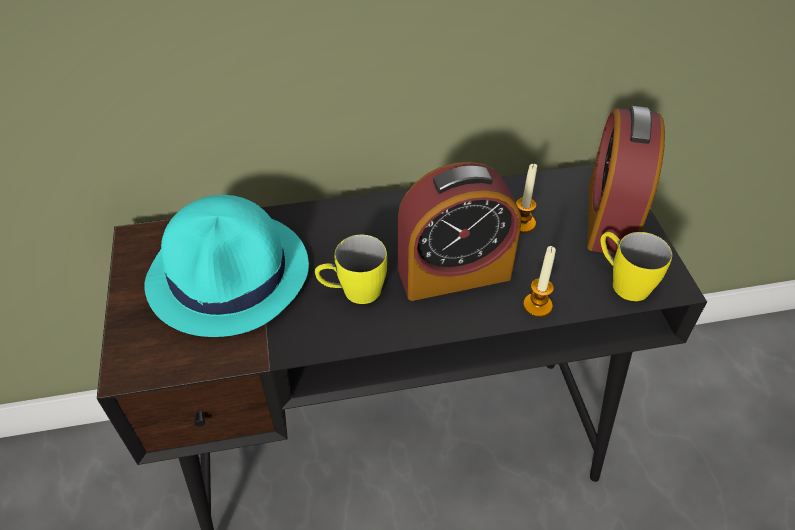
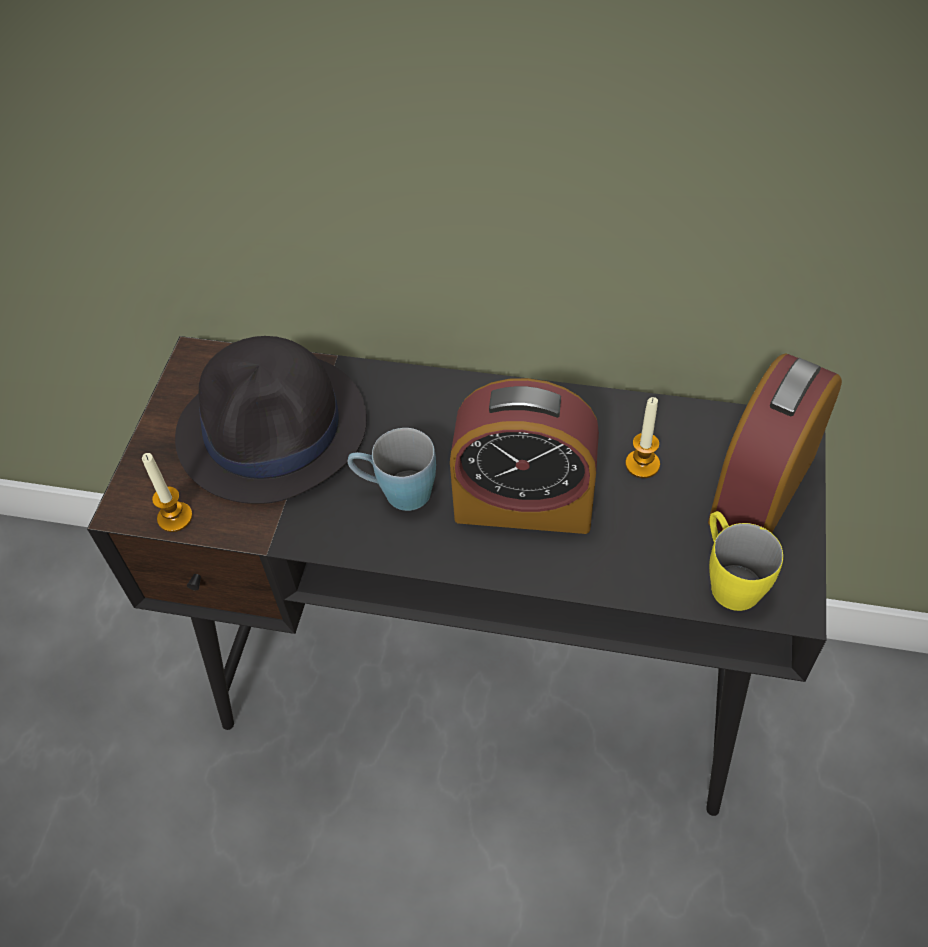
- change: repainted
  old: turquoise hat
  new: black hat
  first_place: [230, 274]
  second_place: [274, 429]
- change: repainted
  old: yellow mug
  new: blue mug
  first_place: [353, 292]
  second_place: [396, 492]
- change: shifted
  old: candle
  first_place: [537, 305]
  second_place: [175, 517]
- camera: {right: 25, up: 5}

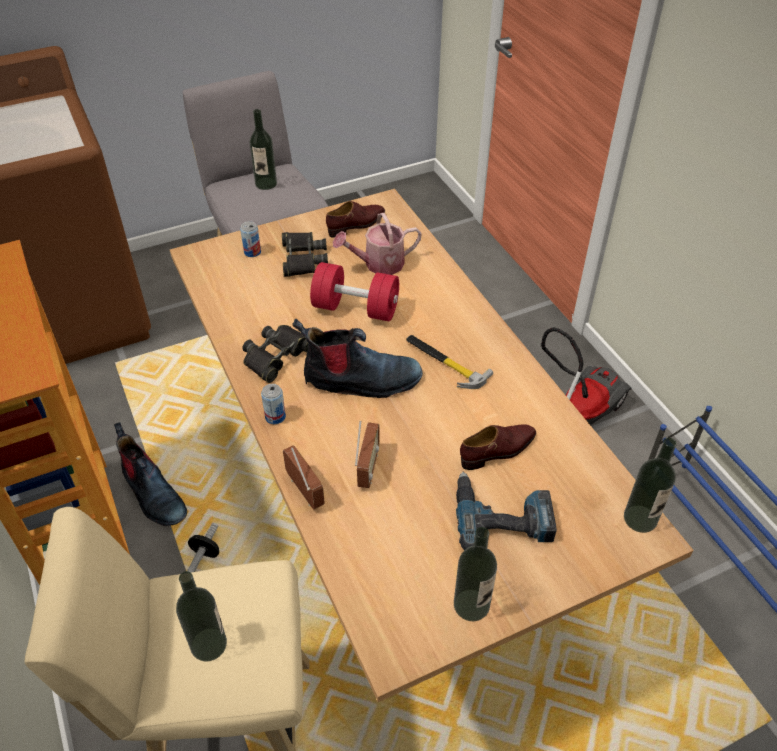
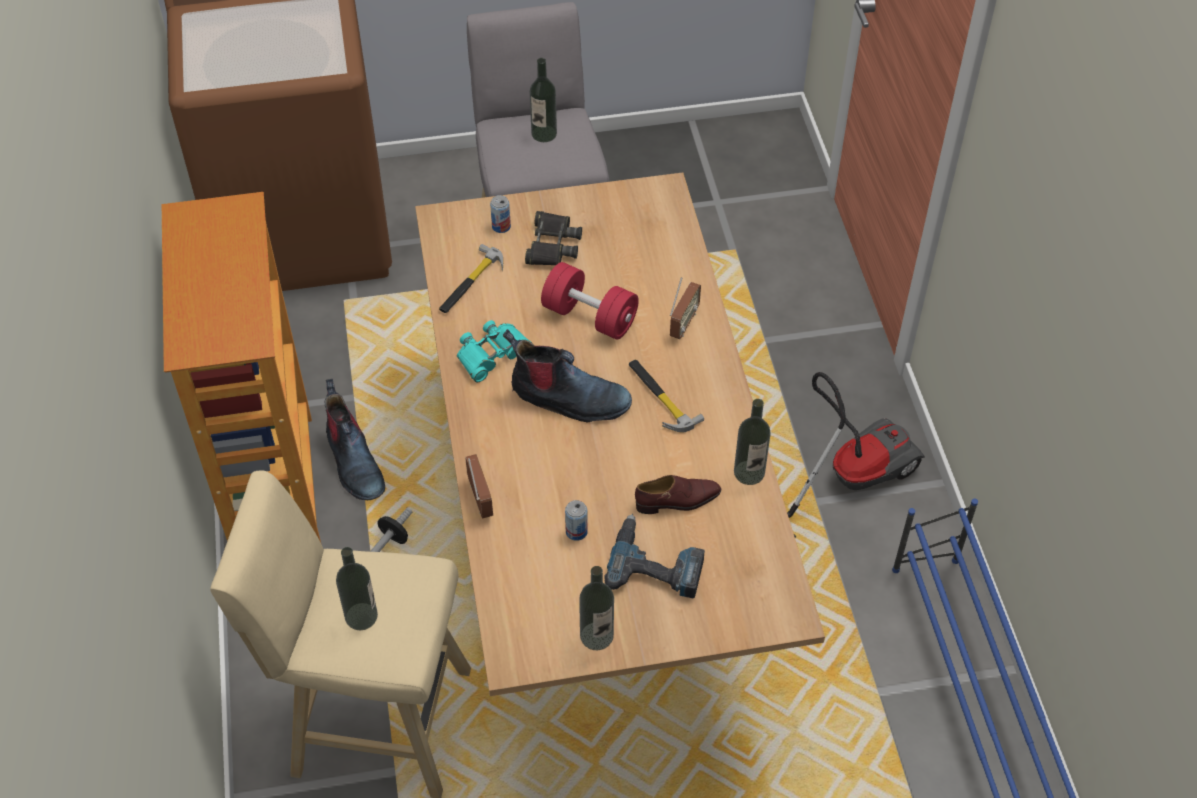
- change: gone
  old: brown shoe
  first_place: [356, 225]
- change: gone
  old: watering can
  first_place: [378, 264]
- change: repainted
  old: black binoculars
  new: turquoise binoculars
  first_place: [277, 356]
  second_place: [493, 354]
- change: shifted
  old: can
  first_place: [275, 417]
  second_place: [576, 531]
- change: shifted
  old: radio
  first_place: [368, 468]
  second_place: [683, 323]
- change: shifted
  old: bottle
  first_place: [640, 518]
  second_place: [749, 472]
- change: new
  new: hammer
  second_place: [471, 283]
- camera: {right: 15, up: 5}

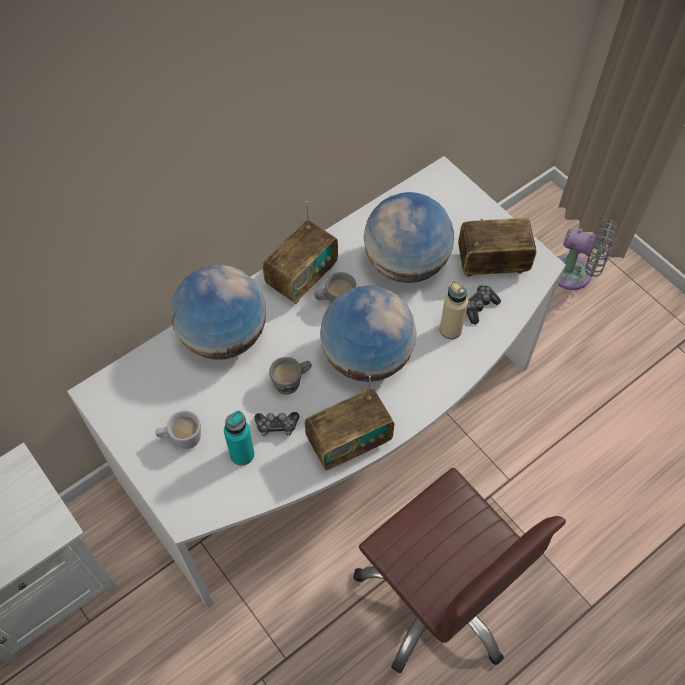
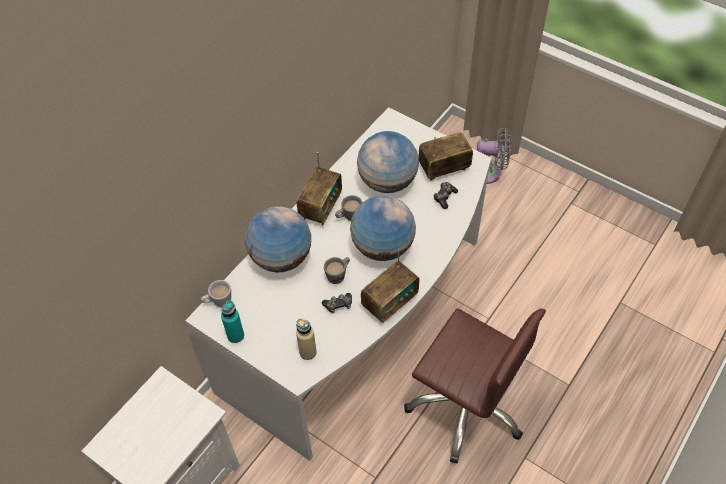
- change: shifted
  old: beige bottle
  first_place: [450, 330]
  second_place: [308, 352]
- change: shifted
  old: white mug
  first_place: [181, 439]
  second_place: [218, 302]
- change: shifted
  old: turquoise bottle
  first_place: [242, 454]
  second_place: [235, 335]
- camera: {right: -15, up: -5}

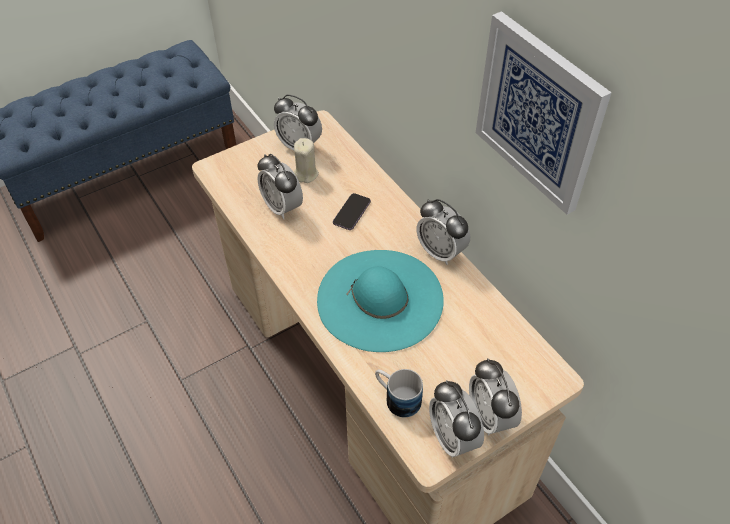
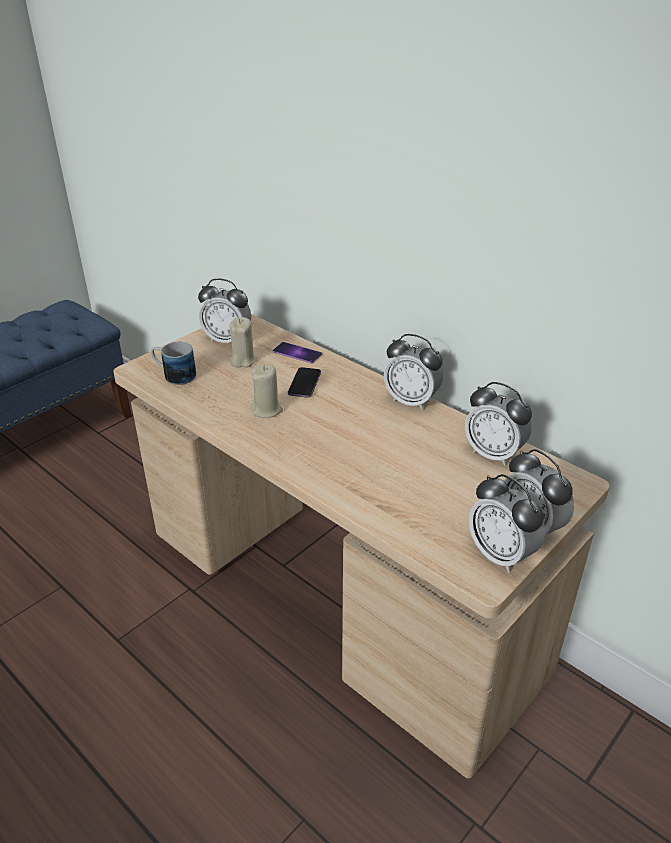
- change: gone
  old: picture
  first_place: [539, 113]
- change: shifted
  old: alarm clock
  first_place: [282, 207]
  second_place: [493, 454]
- change: gone
  old: turquoise hat
  first_place: [380, 299]
- change: shifted
  old: mug
  first_place: [396, 398]
  second_place: [174, 375]
- change: new
  new: phone
  second_place: [297, 353]
- change: new
  new: beige candle
  second_place: [267, 410]
- camera: {right: -15, up: -15}

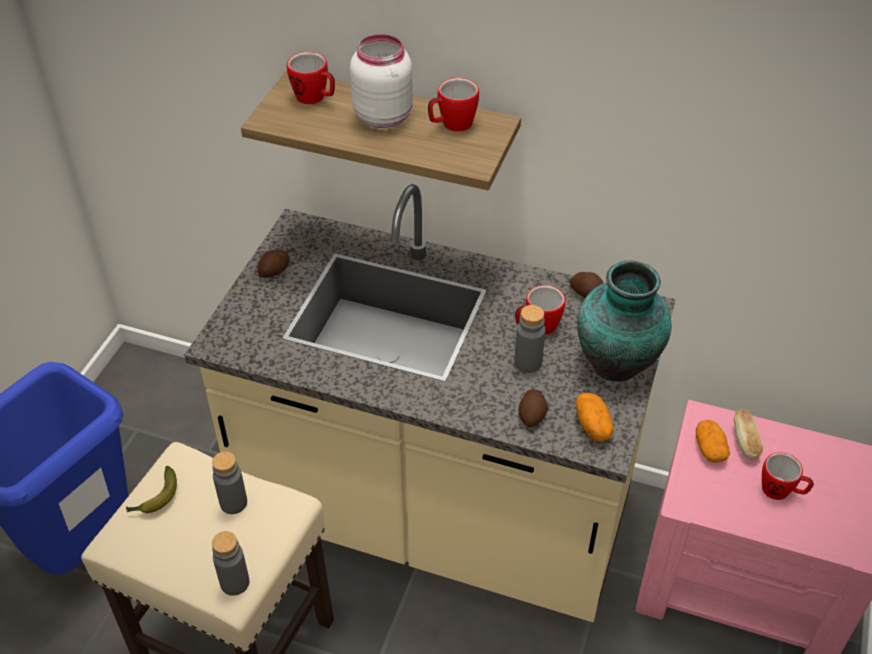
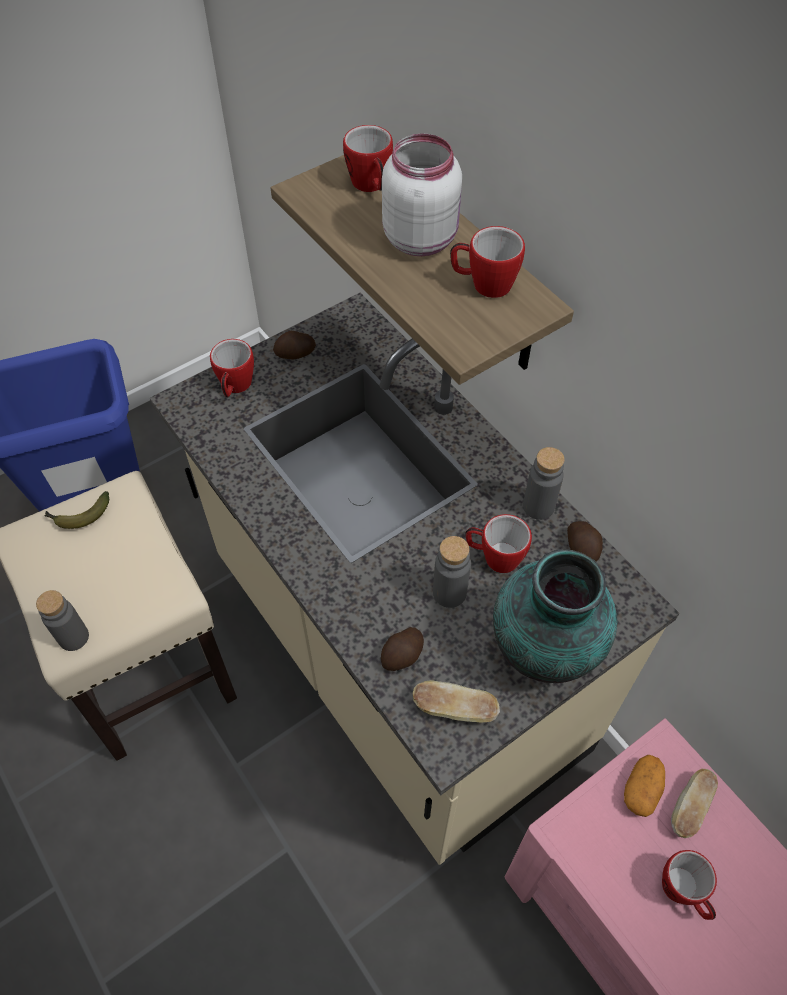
- change: swapped
  old: potato
  new: bread
  first_place: [593, 426]
  second_place: [454, 709]
- change: shifted
  old: grey bottle
  first_place: [233, 503]
  second_place: [538, 506]
- change: new
  new: mug
  second_place: [235, 387]
- camera: {right: 35, up: 10}

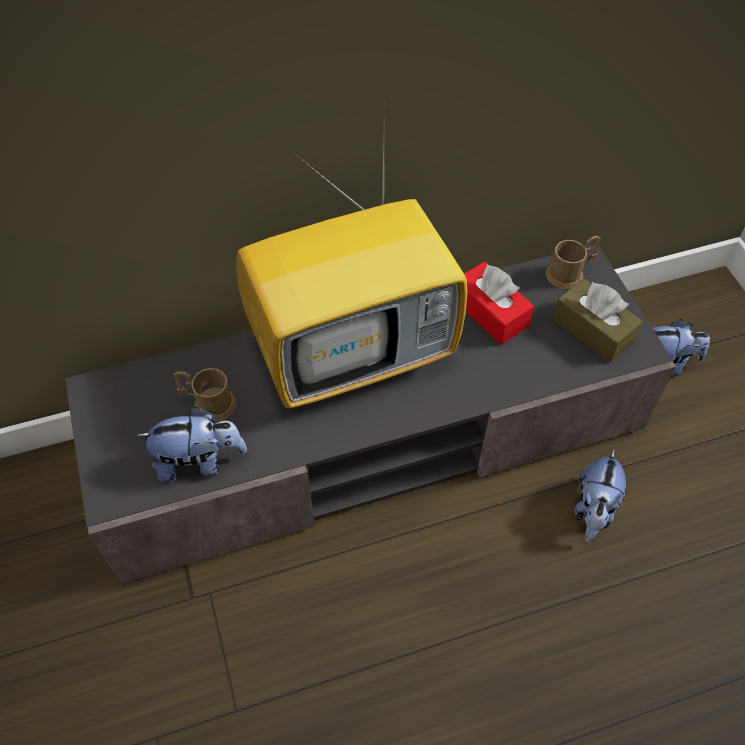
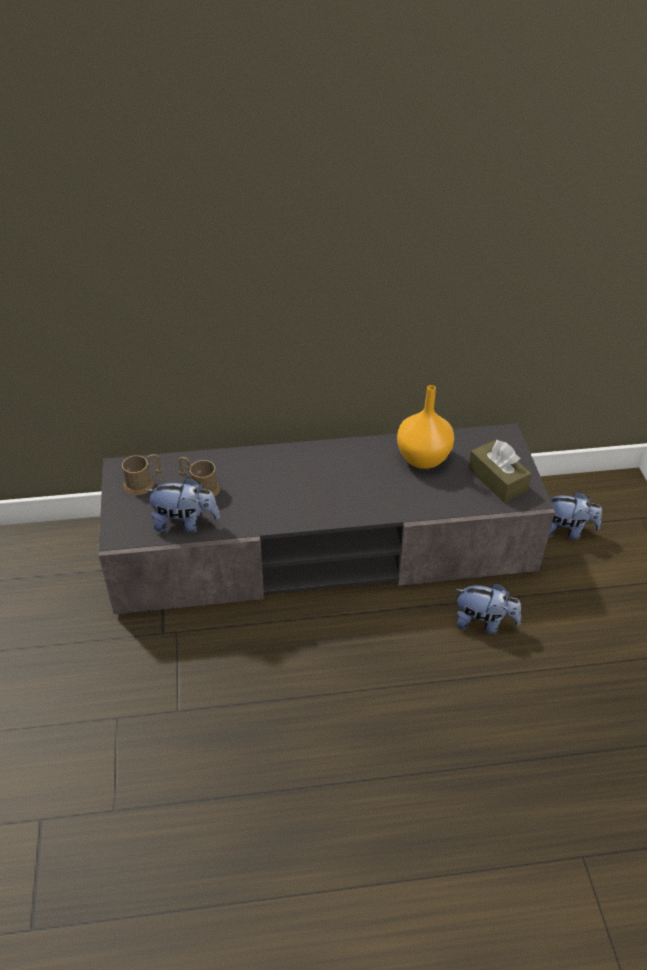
- change: gone
  old: television
  first_place: [355, 352]
- change: shifted
  old: brown mug
  first_place: [569, 273]
  second_place: [143, 483]
- change: swapped
  old: red tissue box
  new: orange vase
  first_place: [490, 312]
  second_place: [421, 458]
- change: rotated
  old: plush toy
  first_place: [593, 510]
  second_place: [483, 622]
  degrees: -105
- camera: {right: 10, up: -10}

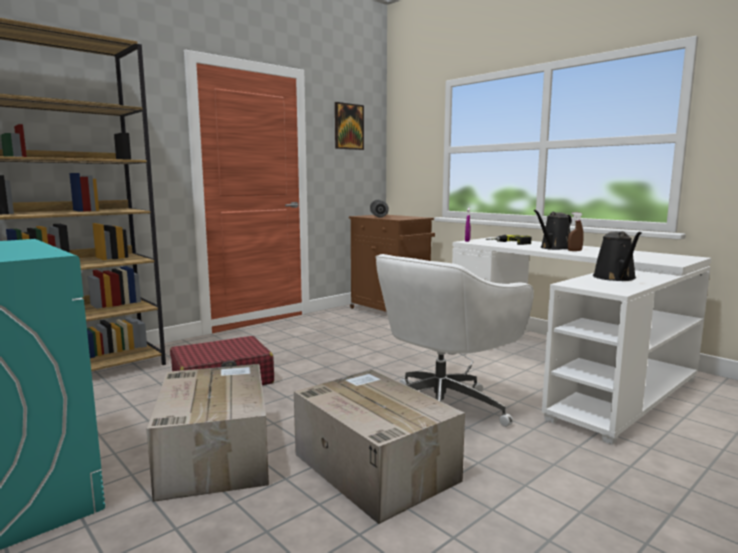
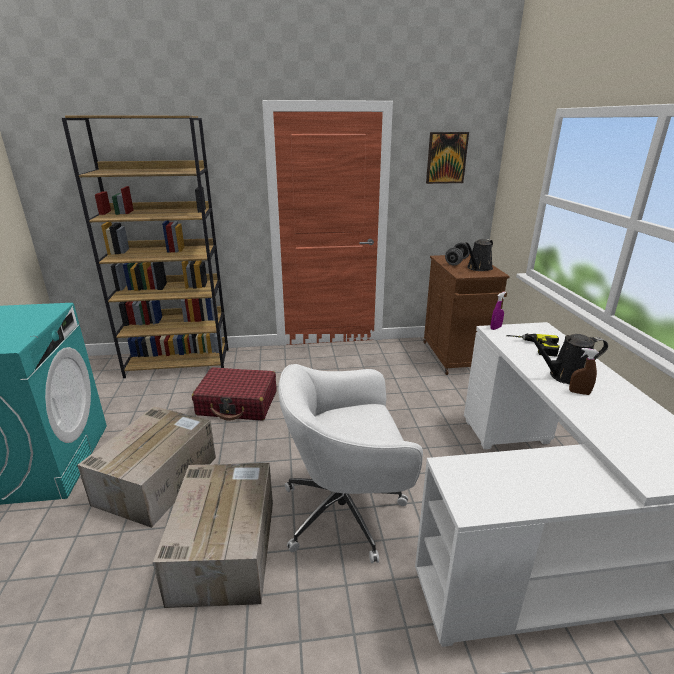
- change: shifted
  old: black watering can
  first_place: [615, 278]
  second_place: [478, 268]
- camera: {right: 35, up: 15}

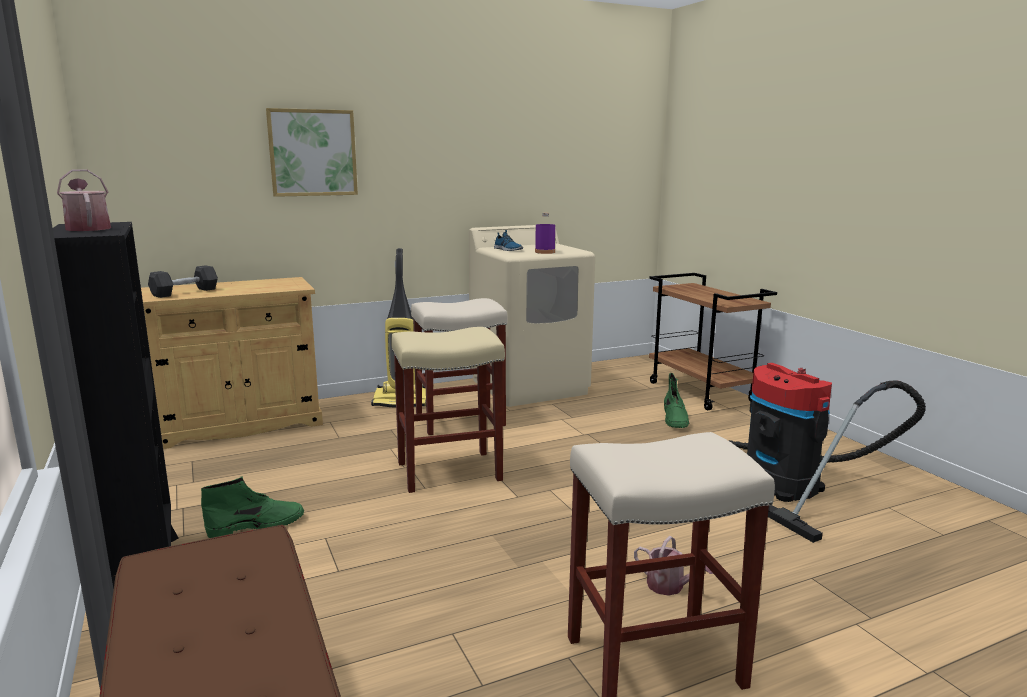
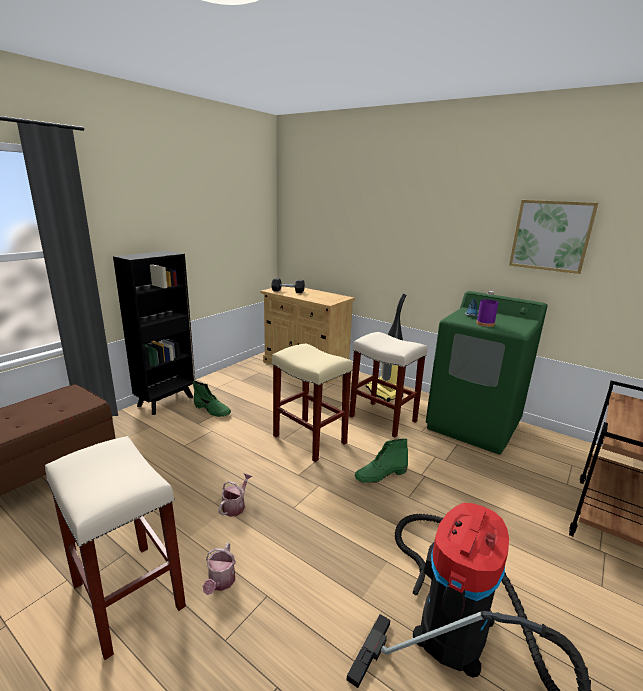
- change: shifted
  old: picture
  first_place: [312, 153]
  second_place: [551, 236]
- change: shifted
  old: watering can
  first_place: [87, 228]
  second_place: [235, 506]
- change: repainted
  old: beige washing machine
  new: green washing machine
  first_place: [529, 386]
  second_place: [473, 425]
- change: shifted
  old: green boot
  first_place: [675, 419]
  second_place: [380, 475]
- camera: {right: 60, up: 5}

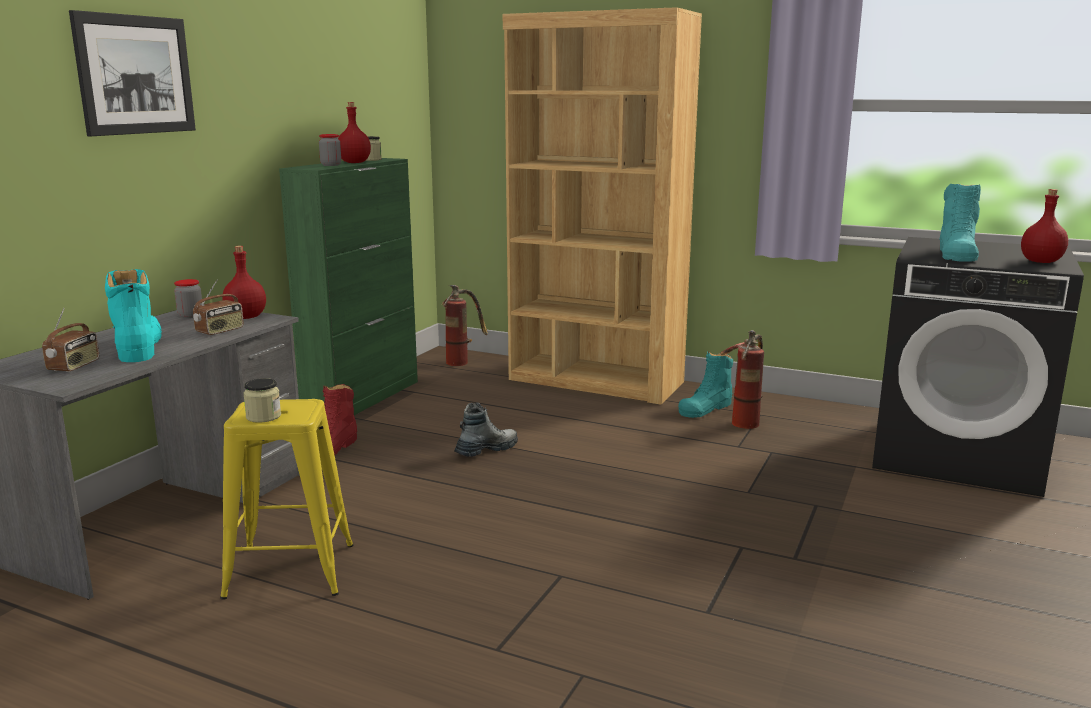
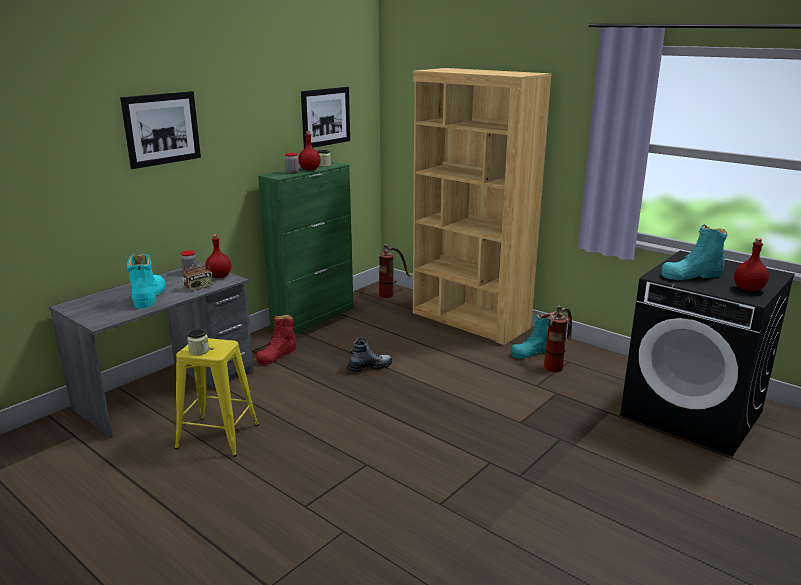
- change: rotated
  old: turquoise boot
  first_place: [956, 255]
  second_place: [691, 275]
  degrees: 45
- change: gone
  old: radio
  first_place: [74, 366]
- change: new
  new: picture
  second_place: [326, 117]
- camera: {right: 15, up: 5}

